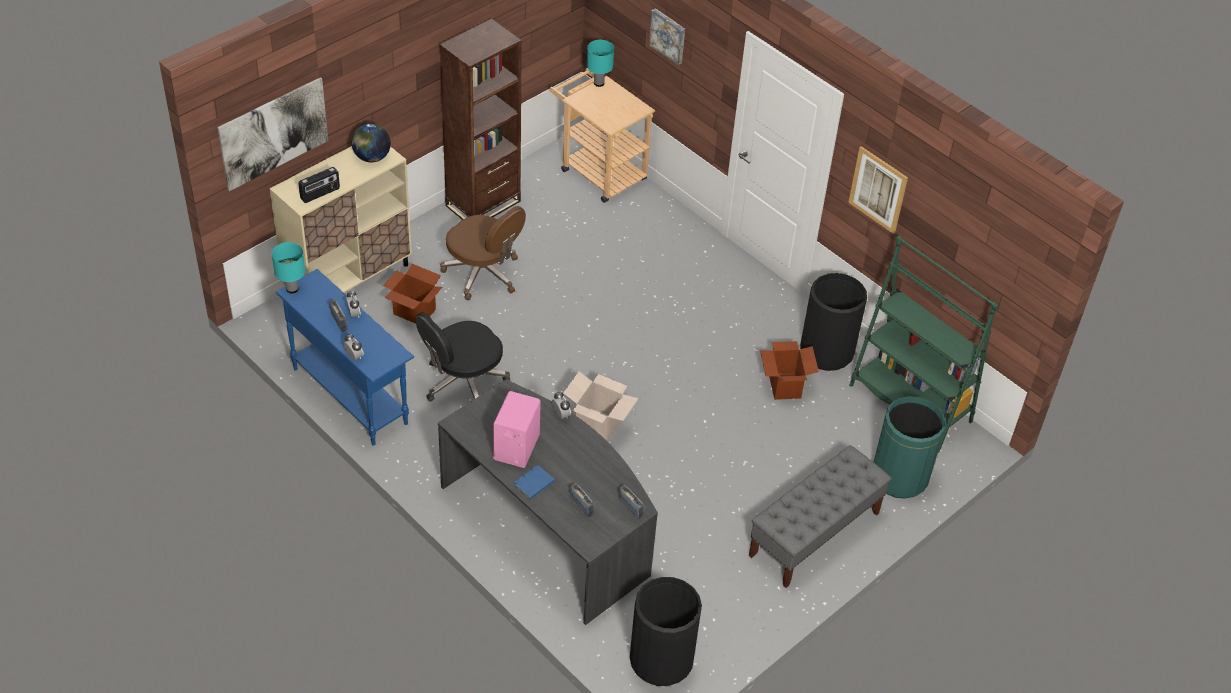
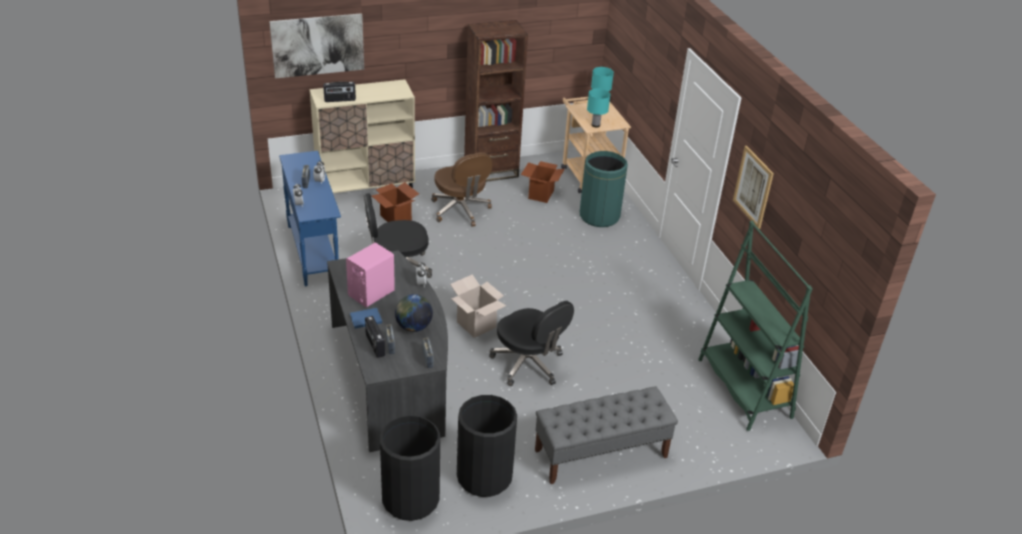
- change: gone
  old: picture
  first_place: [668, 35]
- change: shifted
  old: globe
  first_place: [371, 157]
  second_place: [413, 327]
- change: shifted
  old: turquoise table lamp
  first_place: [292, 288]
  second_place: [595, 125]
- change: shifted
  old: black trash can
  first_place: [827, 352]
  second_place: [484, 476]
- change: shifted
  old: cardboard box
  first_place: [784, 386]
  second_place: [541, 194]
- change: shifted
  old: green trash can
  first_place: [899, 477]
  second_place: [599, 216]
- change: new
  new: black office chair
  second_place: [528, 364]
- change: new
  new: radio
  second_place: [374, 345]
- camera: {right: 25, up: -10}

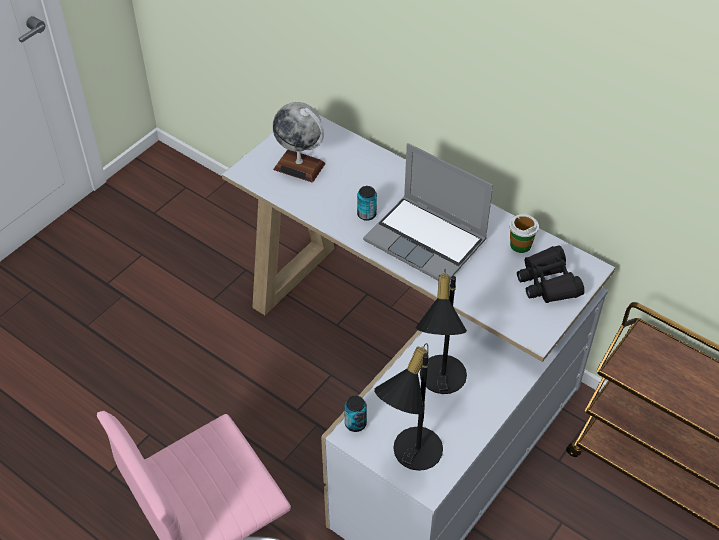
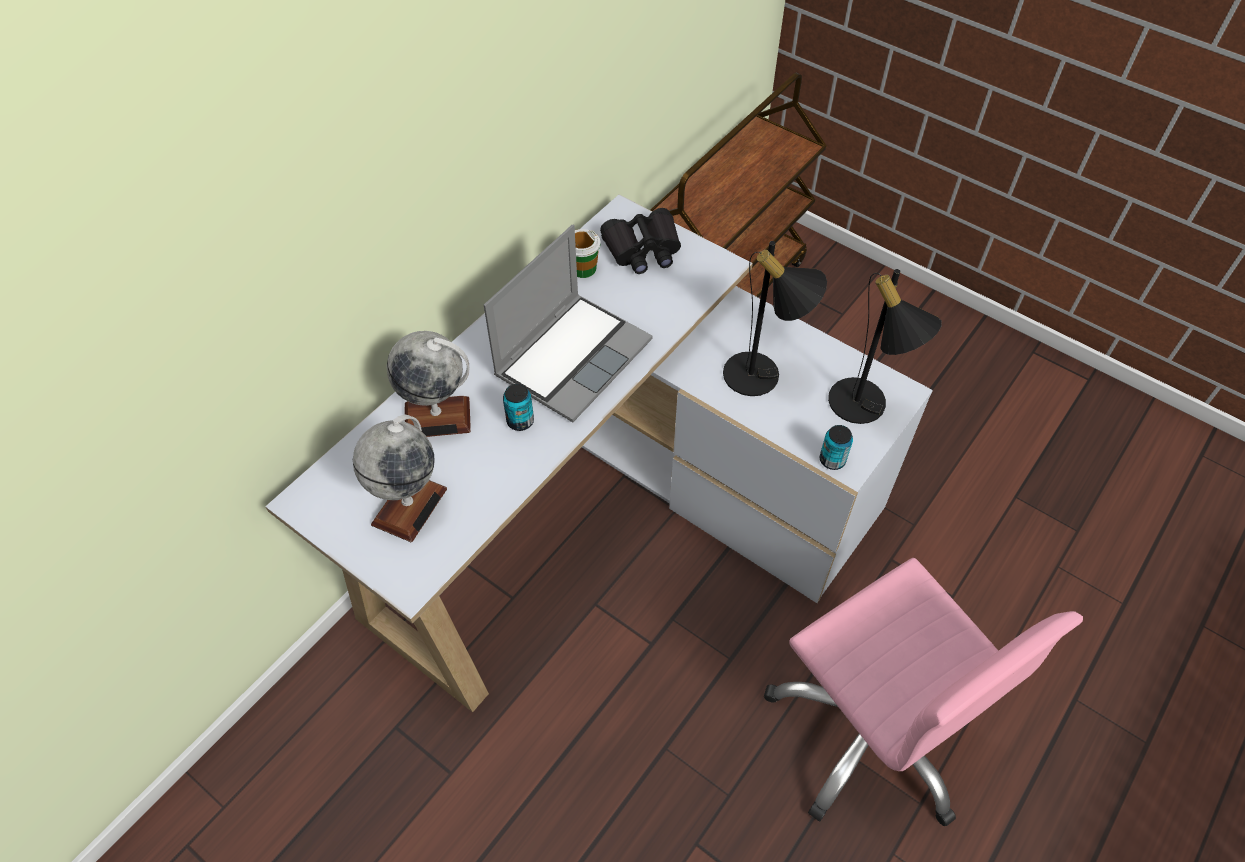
- change: new
  new: globe
  second_place: [437, 417]
- camera: {right: -90, up: 5}

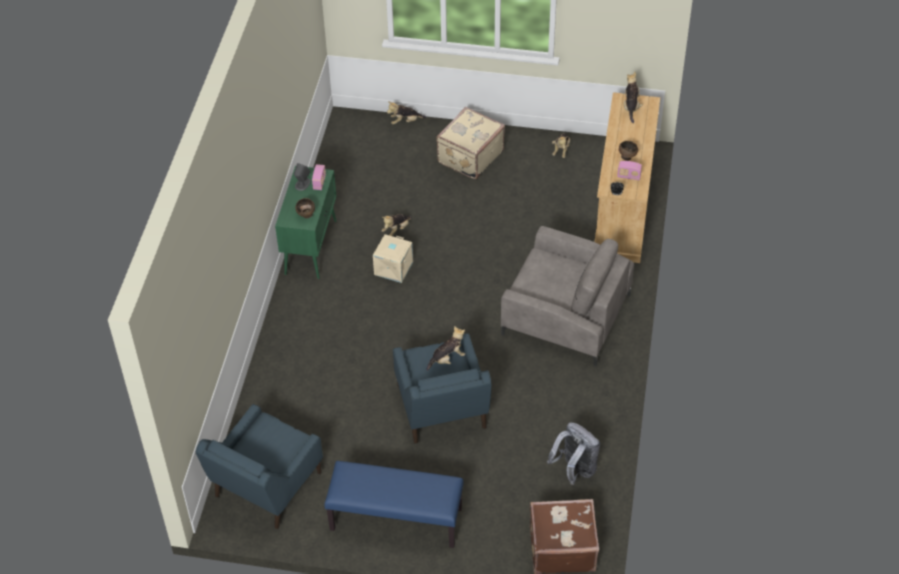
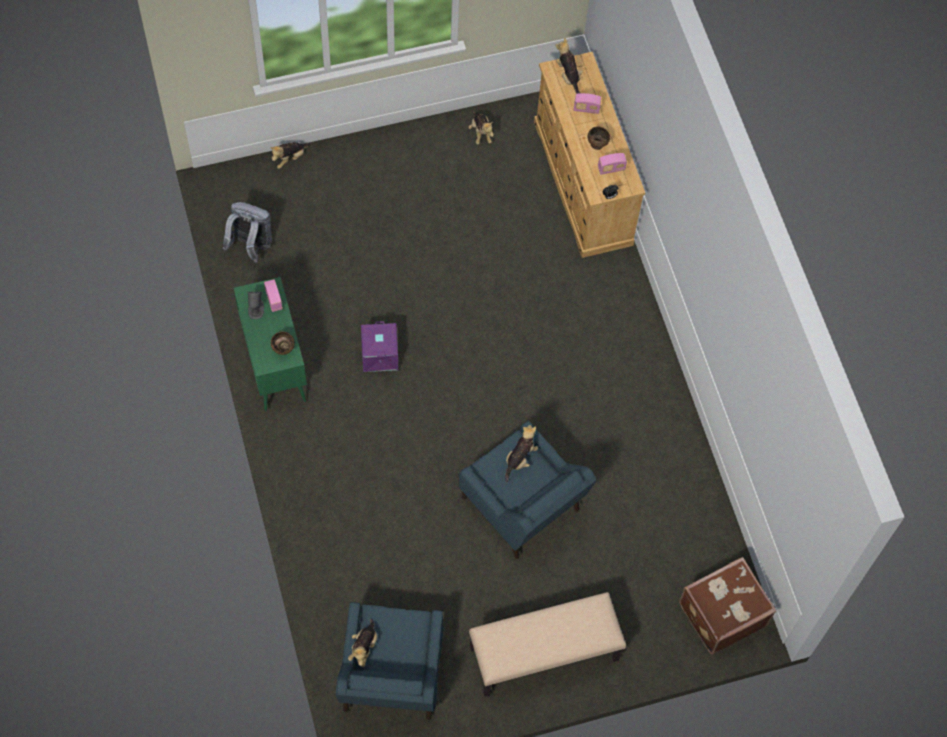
- change: gone
  old: beige suitcase
  first_place: [469, 156]
- change: shifted
  old: plush toy
  first_place: [396, 230]
  second_place: [364, 647]
- change: gone
  old: grey armchair
  first_place: [565, 314]
- change: repainted
  old: beige storage box
  new: purple storage box
  first_place: [393, 268]
  second_place: [379, 355]
- change: shifted
  old: grey backpack
  first_place: [574, 470]
  second_place: [251, 246]
- change: repainted
  old: blue bench
  new: beige bench
  first_place: [395, 520]
  second_place: [543, 655]
- change: new
  new: radio
  second_place: [586, 109]
- camera: {right: -30, up: 15}

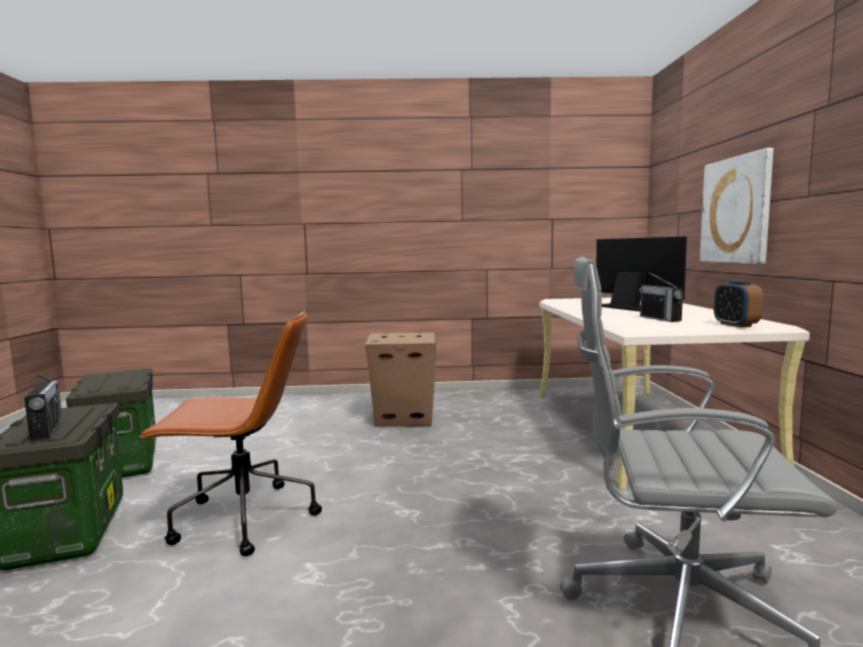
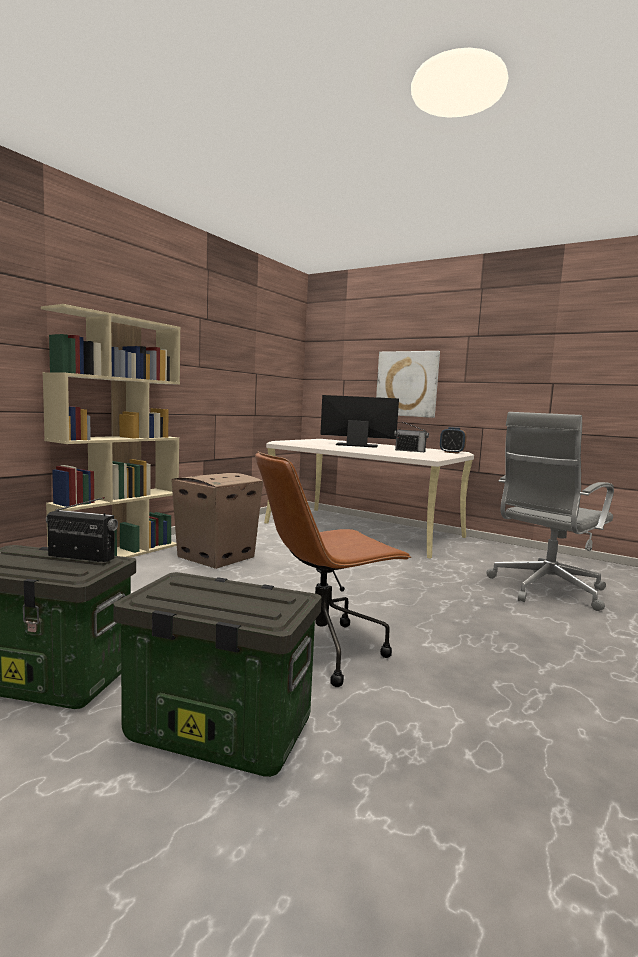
- change: rotated
  old: brown office chair
  first_place: [242, 519]
  second_place: [322, 649]
  degrees: -150
- change: shifted
  old: radio
  first_place: [47, 429]
  second_place: [81, 557]
- change: new
  new: beige bookcase
  second_place: [118, 554]
- camera: {right: -55, up: 0}

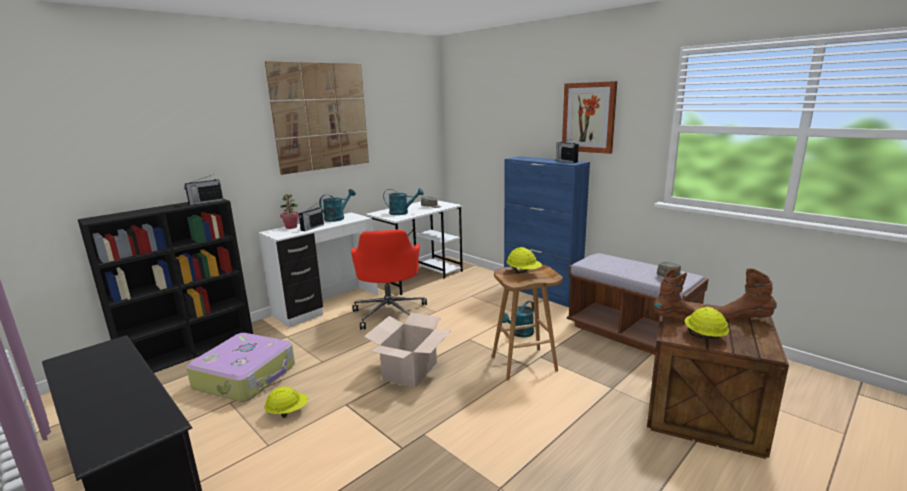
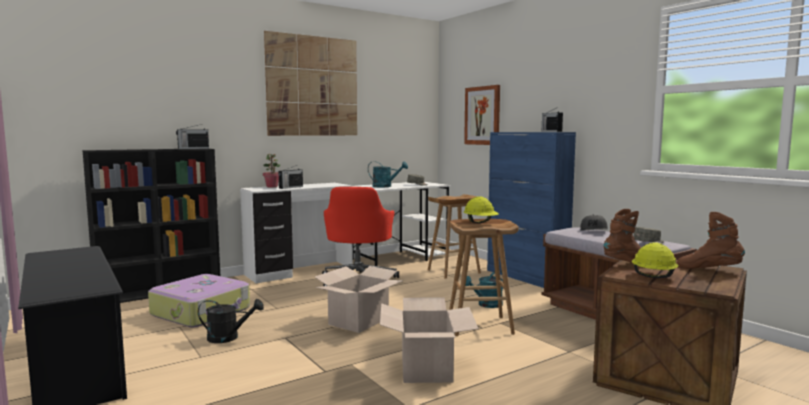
- change: shifted
  old: picture
  first_place: [588, 117]
  second_place: [482, 115]
- change: gone
  old: turquoise watering can
  first_place: [337, 218]
- change: swapped
  old: yellow hard hat
  new: black watering can
  first_place: [288, 412]
  second_place: [229, 337]
- change: new
  new: brown stool
  second_place: [453, 272]
- change: new
  new: grey cap
  second_place: [594, 231]
- change: new
  new: cardboard box
  second_place: [425, 368]
- camera: {right: 10, up: -10}

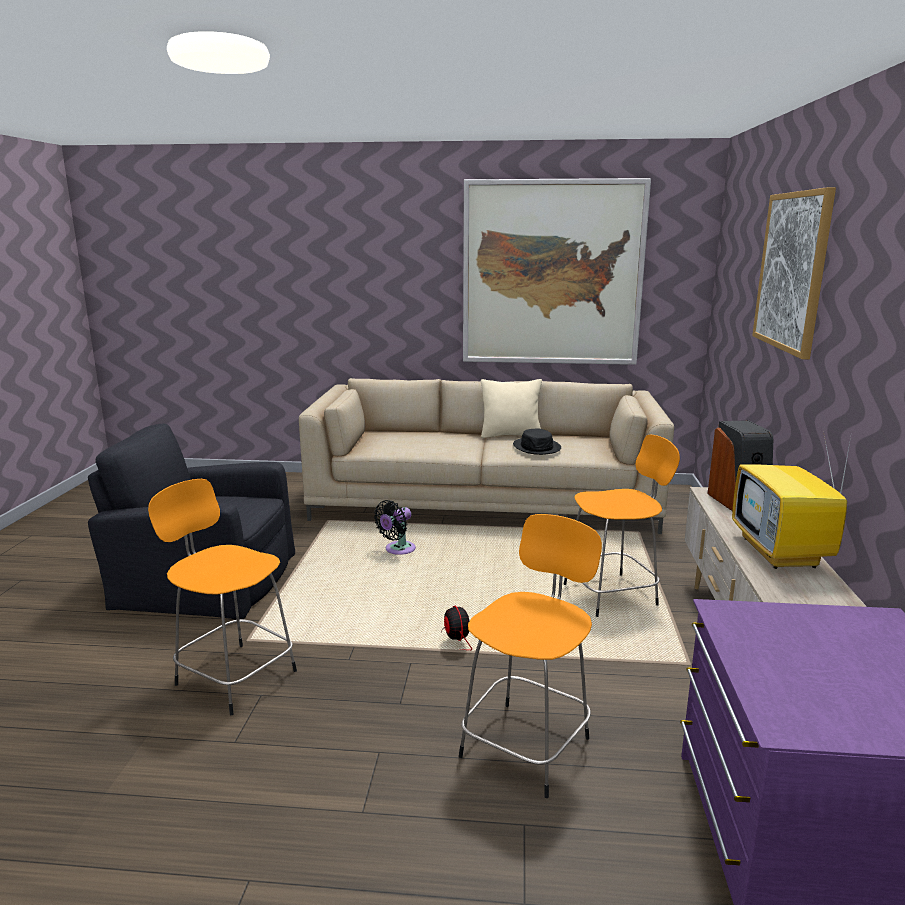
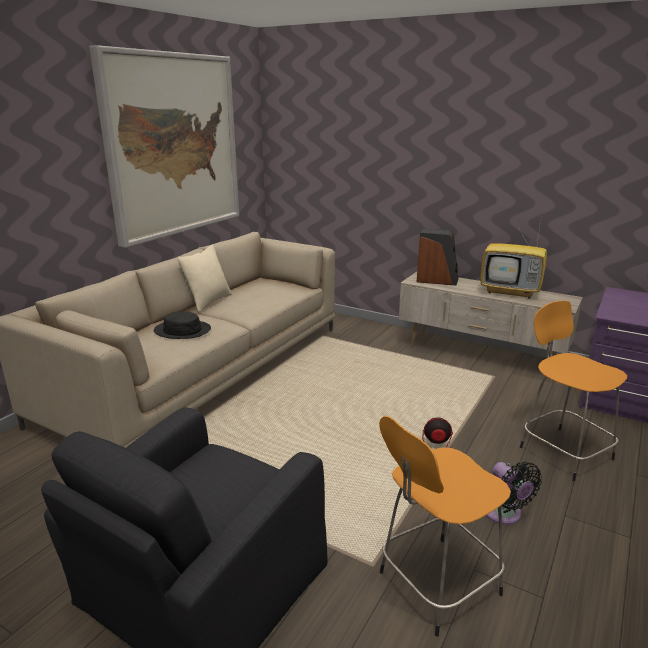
- change: gone
  old: picture
  first_place: [792, 271]
- change: shifted
  old: black hat
  first_place: [537, 447]
  second_place: [182, 330]
- change: gone
  old: orange stool
  first_place: [613, 595]
- change: shifted
  old: black fan
  first_place: [397, 550]
  second_place: [504, 514]
- camera: {right: -65, up: 5}

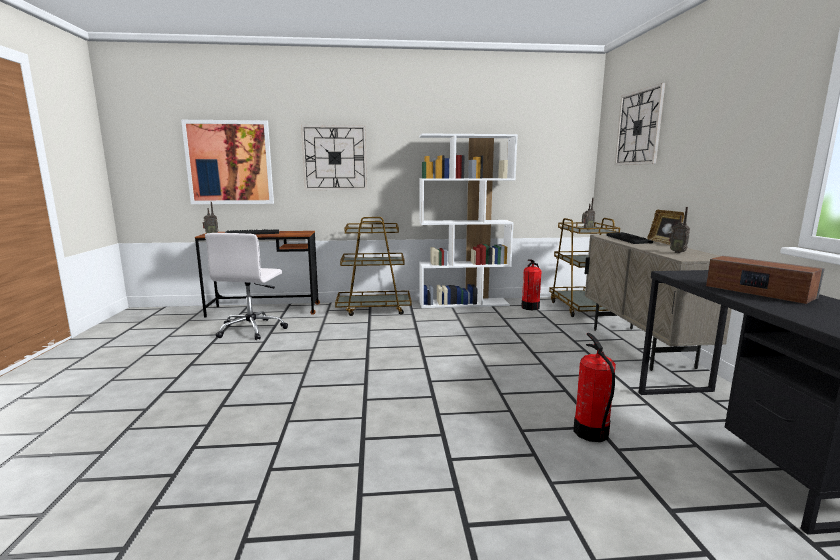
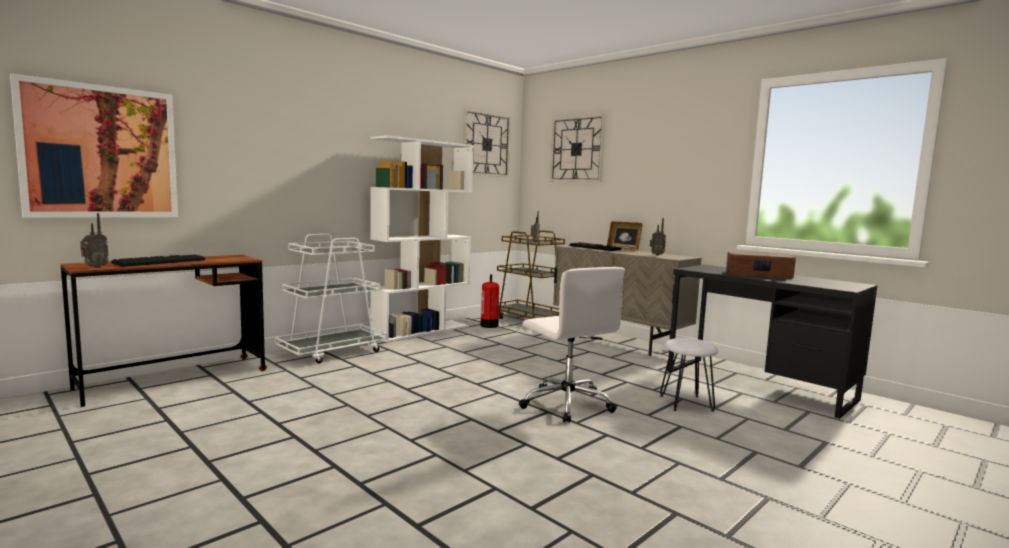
- change: shifted
  old: wall clock
  first_place: [334, 158]
  second_place: [486, 144]
- change: repainted
  old: brown cart
  new: white cart
  first_place: [374, 309]
  second_place: [333, 351]
- change: shifted
  old: white office chair
  first_place: [252, 329]
  second_place: [566, 403]
- change: swapped
  old: fire extinguisher
  new: white stool
  first_place: [591, 432]
  second_place: [685, 403]
- camera: {right: -40, up: -5}

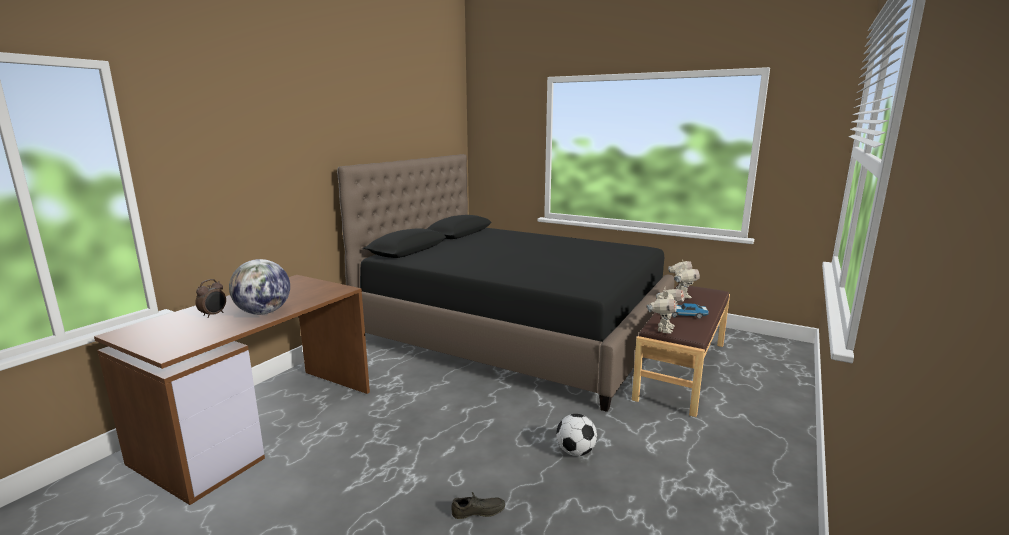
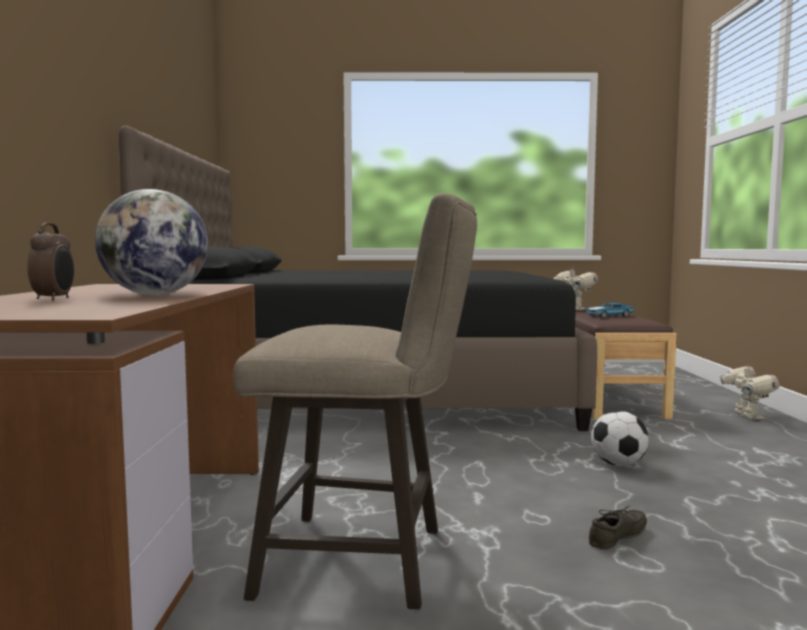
- change: shifted
  old: toy robot
  first_place: [664, 329]
  second_place: [746, 416]
- change: new
  new: beige stool
  second_place: [368, 561]
- camera: {right: -30, up: -10}

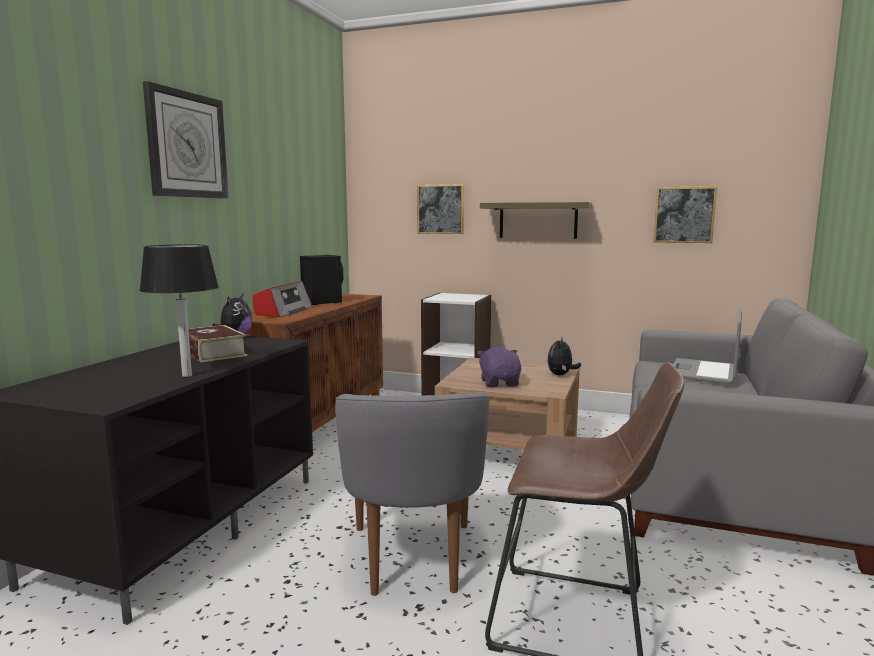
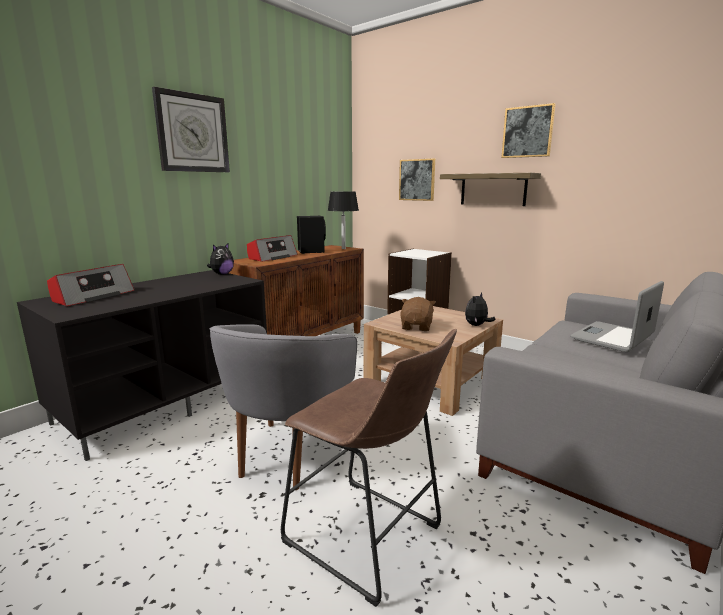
- change: shifted
  old: picture
  first_place: [684, 215]
  second_place: [527, 132]
- change: shifted
  old: black table lamp
  first_place: [187, 375]
  second_place: [343, 249]
- change: gone
  old: book
  first_place: [213, 352]
- change: repainted
  old: purple plush toy
  new: brown plush toy
  first_place: [500, 383]
  second_place: [417, 327]
- change: new
  new: radio
  second_place: [93, 296]
- camera: {right: 20, up: 5}

